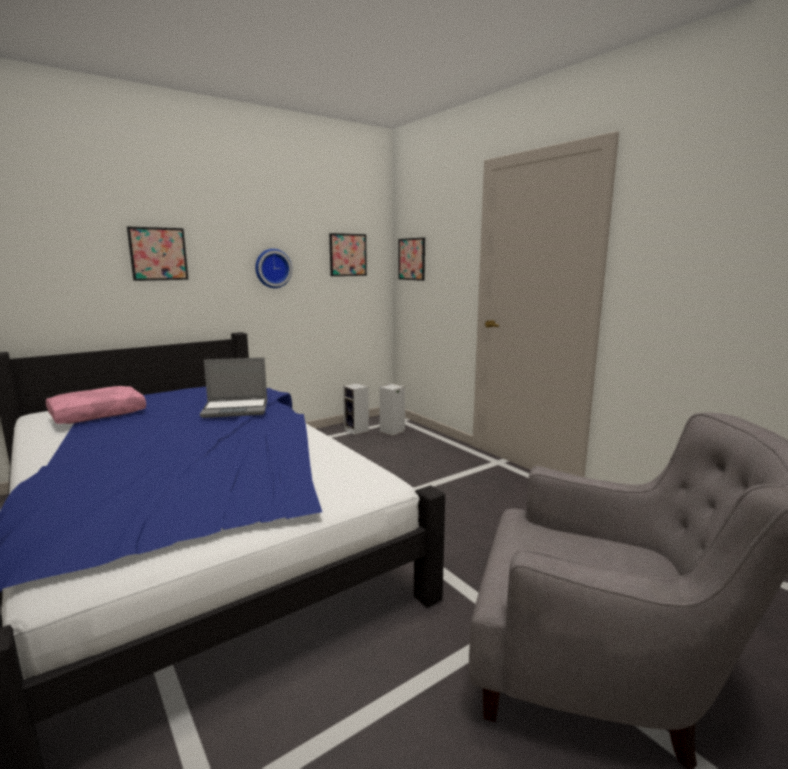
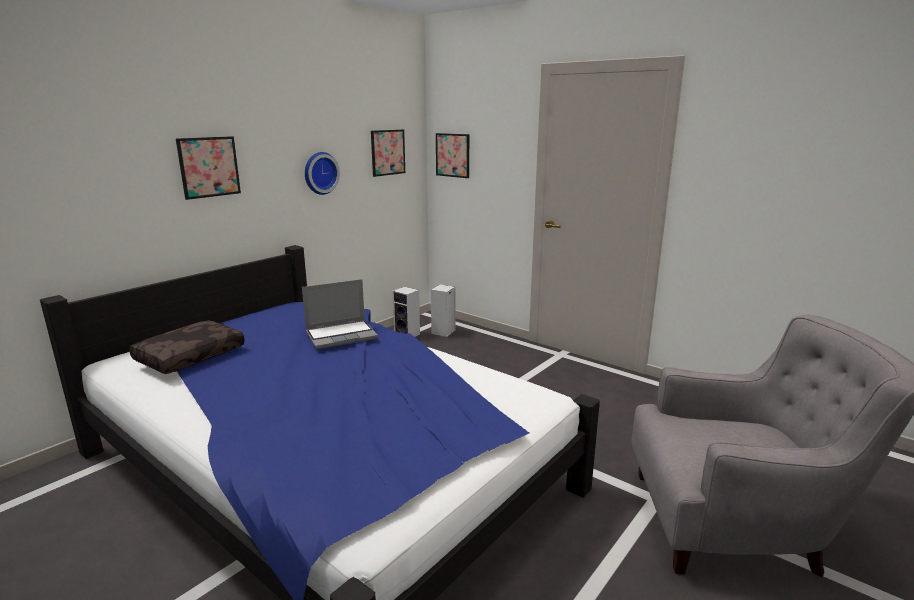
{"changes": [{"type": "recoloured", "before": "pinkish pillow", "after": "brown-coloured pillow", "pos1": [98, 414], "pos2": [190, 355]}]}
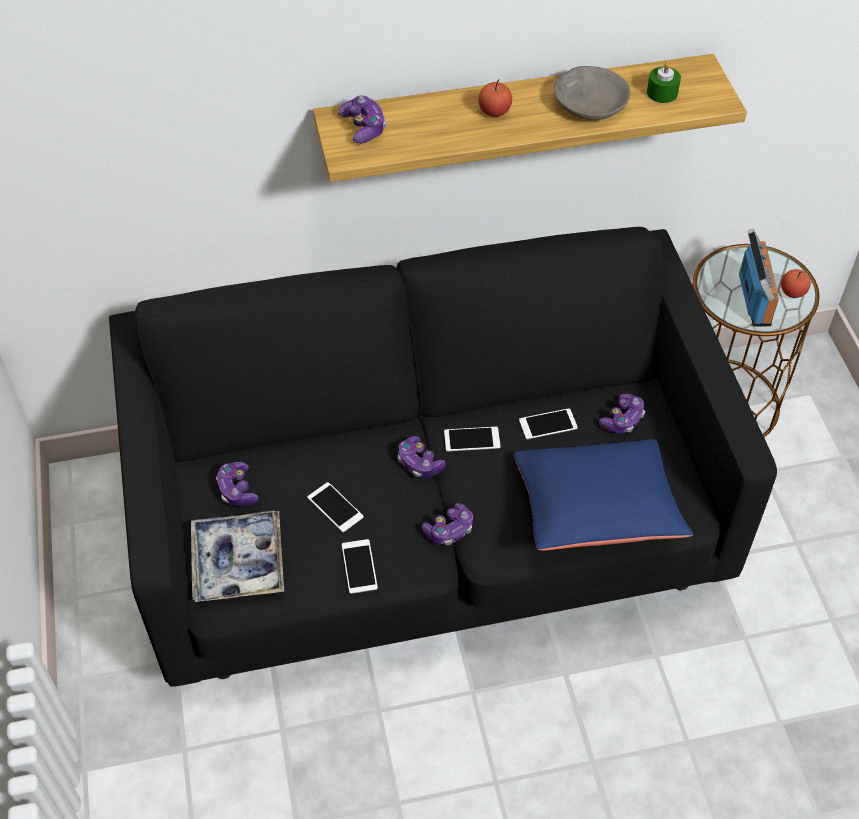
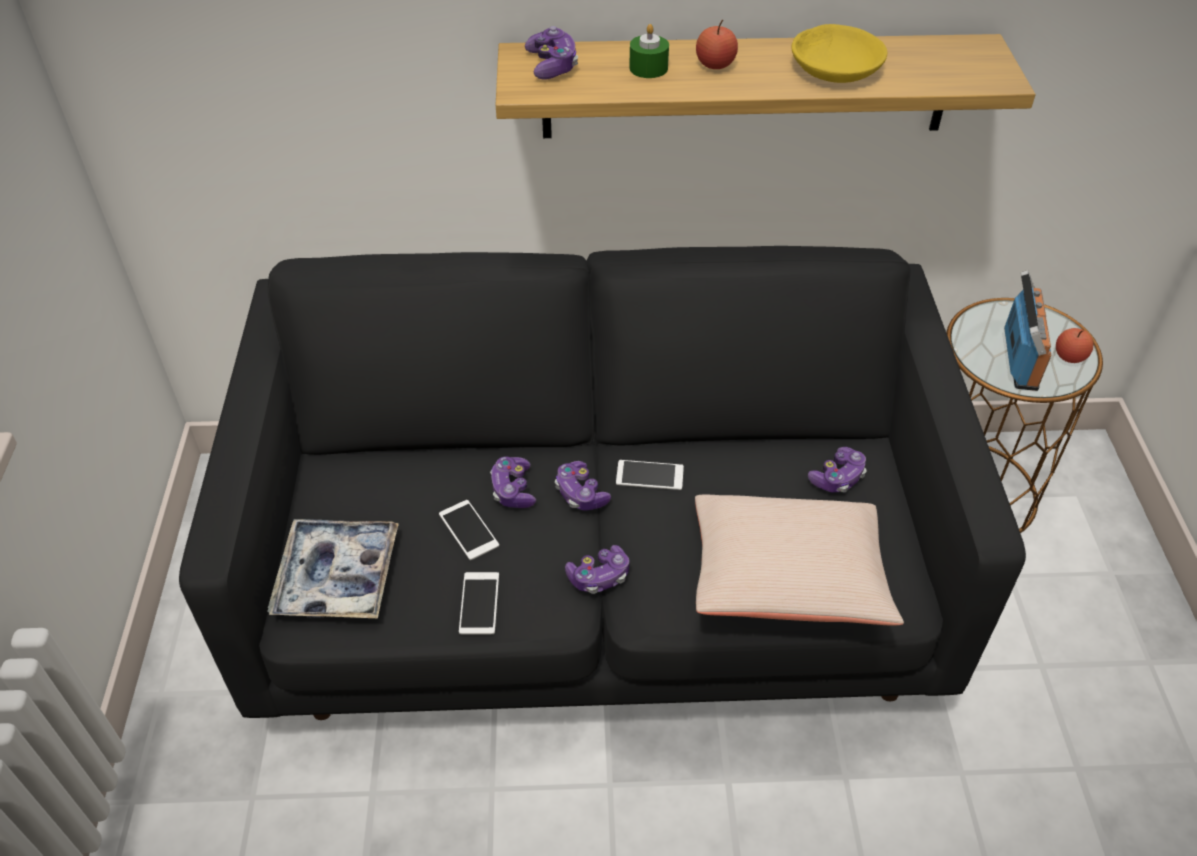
{"changes": [{"type": "moved", "before": "game controller", "pos1": [237, 490], "pos2": [513, 490]}, {"type": "moved", "before": "green-coloured wax light", "pos1": [662, 93], "pos2": [648, 68]}, {"type": "recoloured", "before": "blue-coloured pillow", "after": "beige pillow", "pos1": [596, 509], "pos2": [786, 578]}, {"type": "recoloured", "before": "grey serving bowl", "after": "yellow-coloured serving bowl", "pos1": [589, 103], "pos2": [835, 67]}, {"type": "removed", "before": "telephone", "pos1": [548, 424]}]}
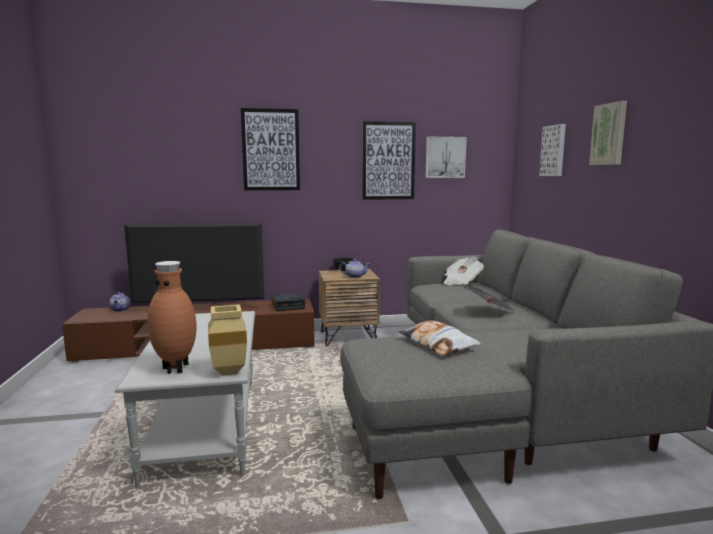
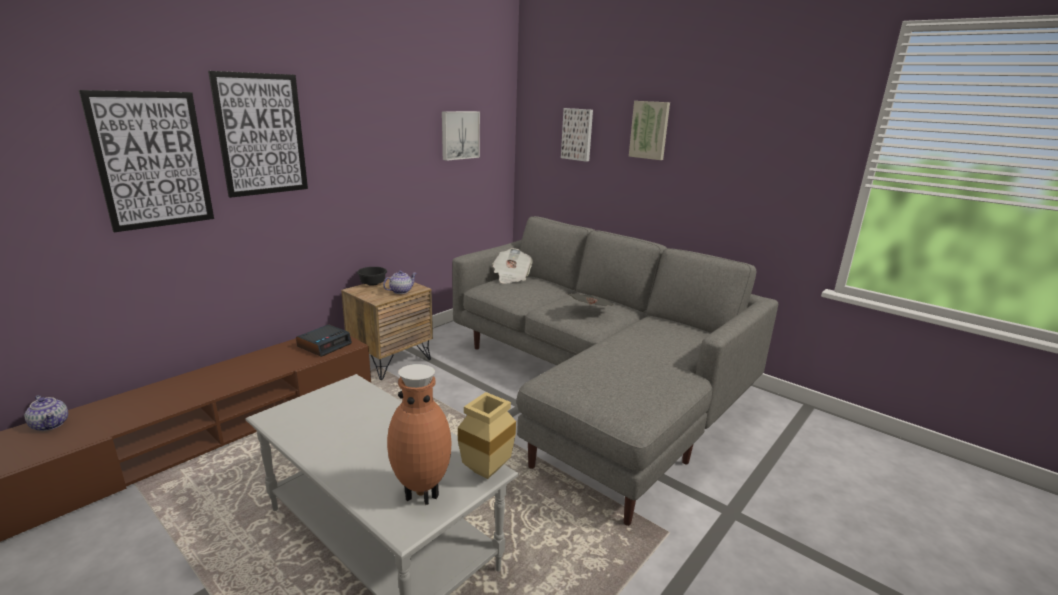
{"changes": [{"type": "moved", "before": "wall art", "pos1": [388, 161], "pos2": [152, 160]}, {"type": "removed", "before": "television", "pos1": [199, 310]}, {"type": "removed", "before": "pillow", "pos1": [438, 344]}]}
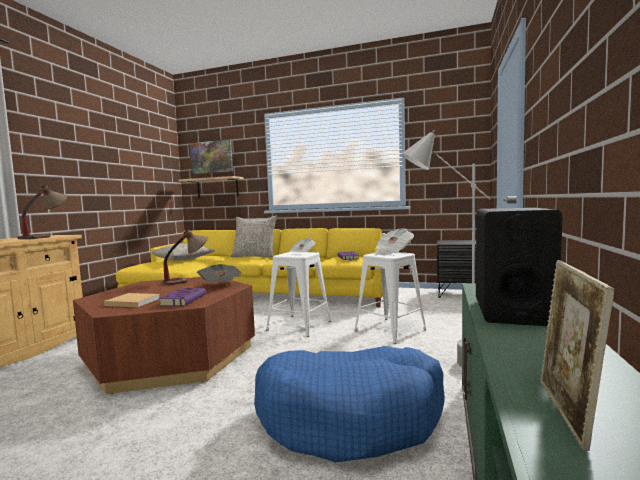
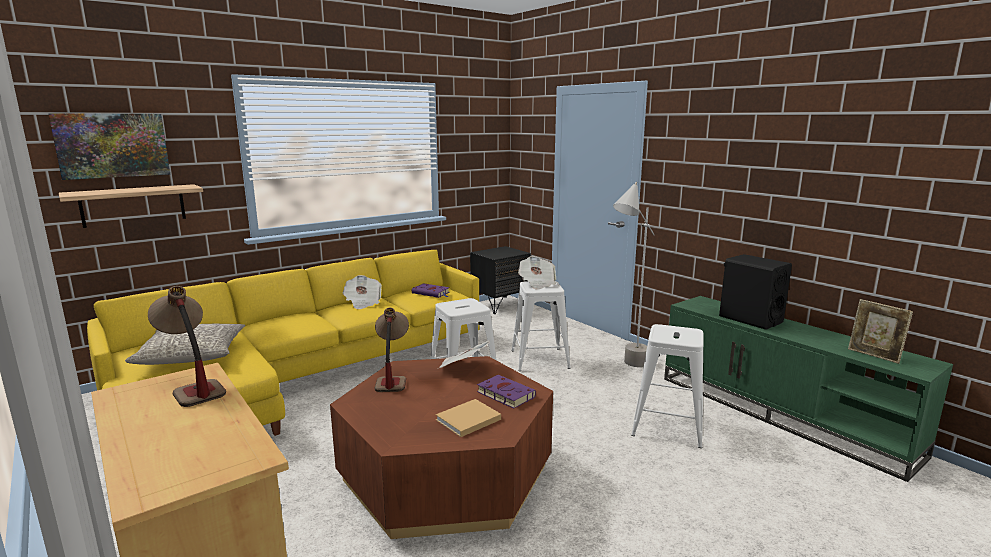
{"changes": [{"type": "replaced", "before": "blue-coloured pet bed", "after": "white-coloured stool", "pos1": [351, 416], "pos2": [667, 425]}, {"type": "removed", "before": "grey pillow", "pos1": [255, 256]}]}
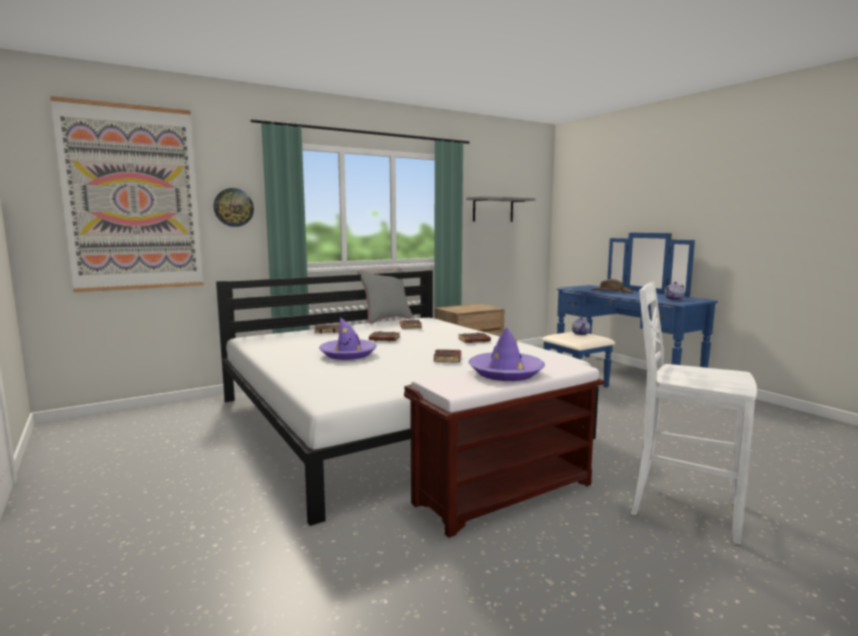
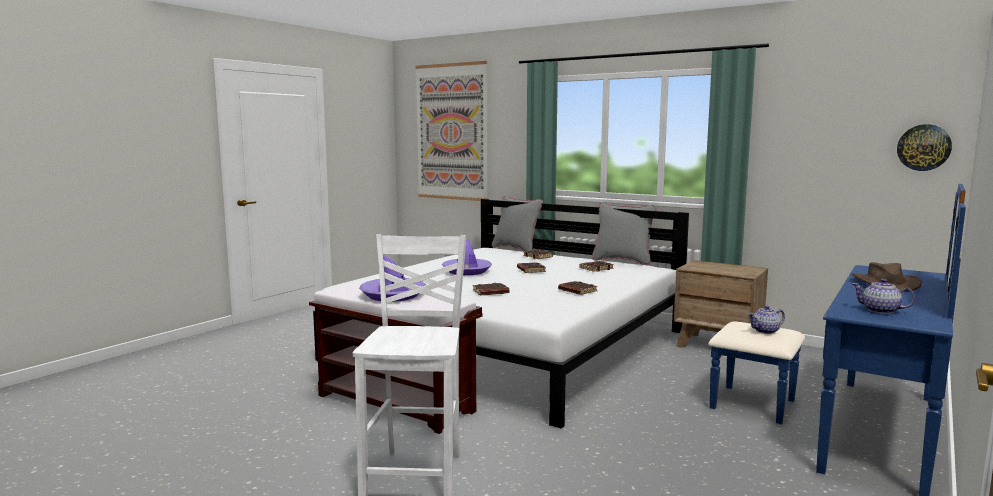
{"changes": [{"type": "added", "after": "grey pillow", "pos2": [516, 249]}, {"type": "moved", "before": "hanging clock", "pos1": [233, 207], "pos2": [923, 147]}, {"type": "removed", "before": "grey bracket shelf", "pos1": [493, 210]}]}
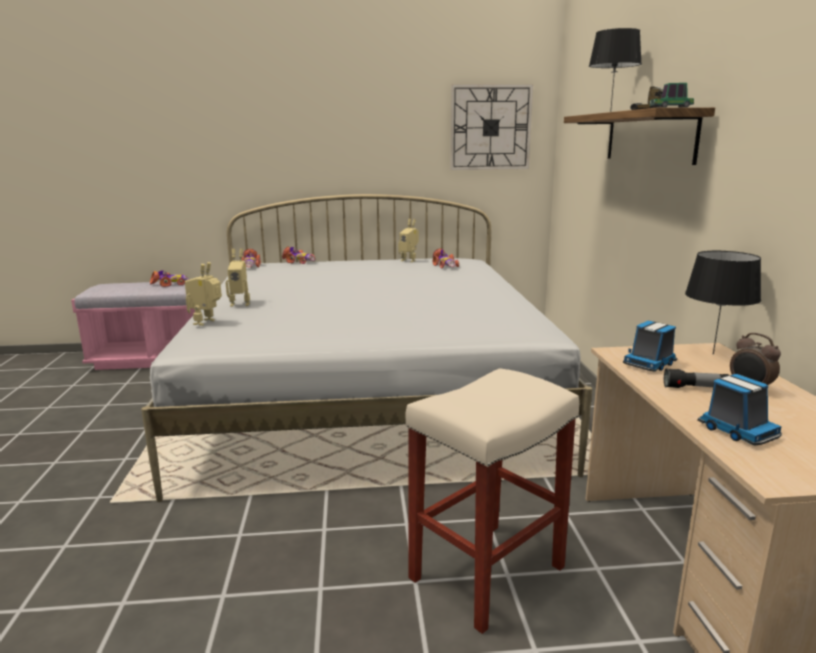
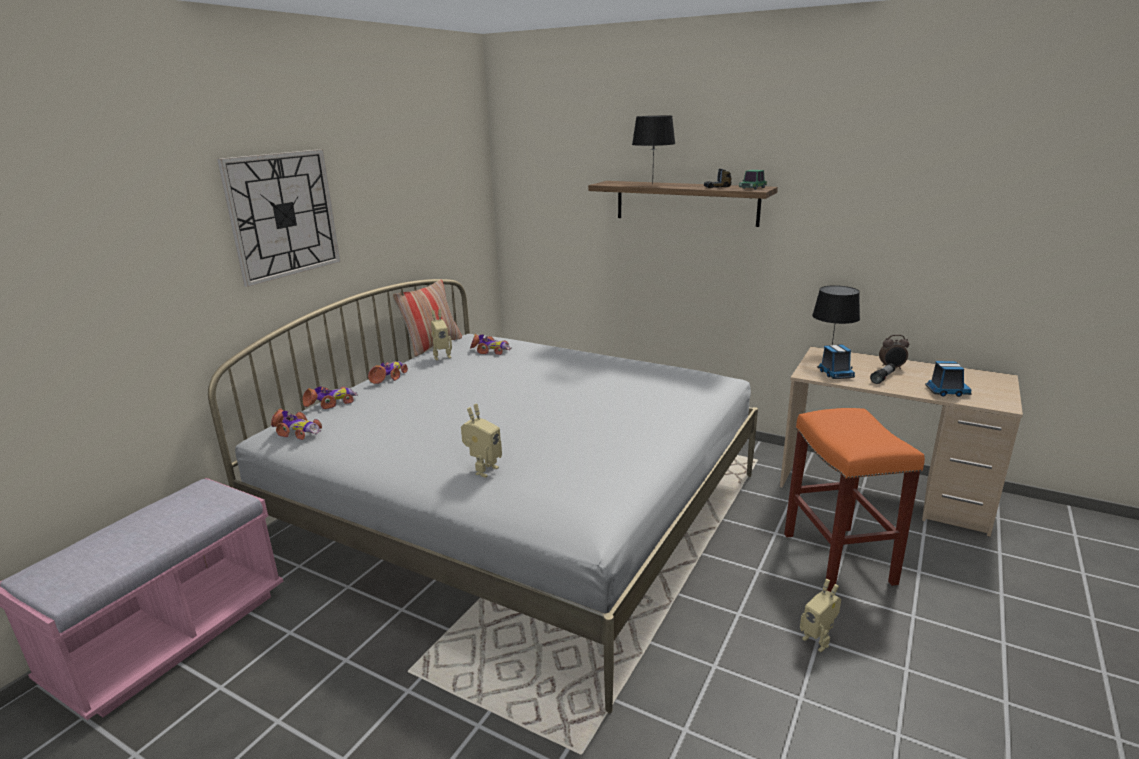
{"changes": [{"type": "moved", "before": "hanging clock", "pos1": [490, 127], "pos2": [283, 215]}, {"type": "moved", "before": "model car", "pos1": [170, 284], "pos2": [389, 376]}, {"type": "added", "after": "pillow", "pos2": [432, 345]}, {"type": "recoloured", "before": "beige stool", "after": "orangey stool", "pos1": [487, 571], "pos2": [836, 557]}, {"type": "moved", "before": "robot figure", "pos1": [207, 322], "pos2": [818, 640]}]}
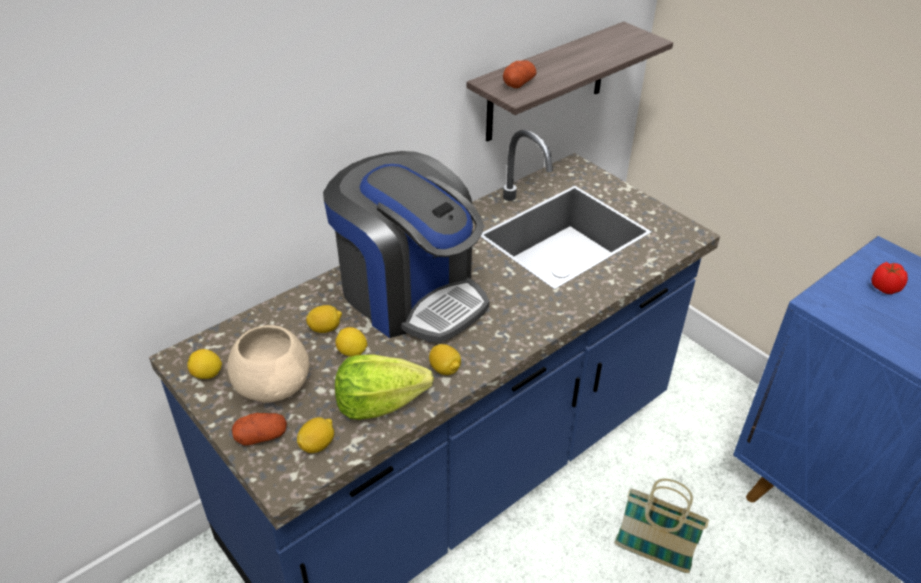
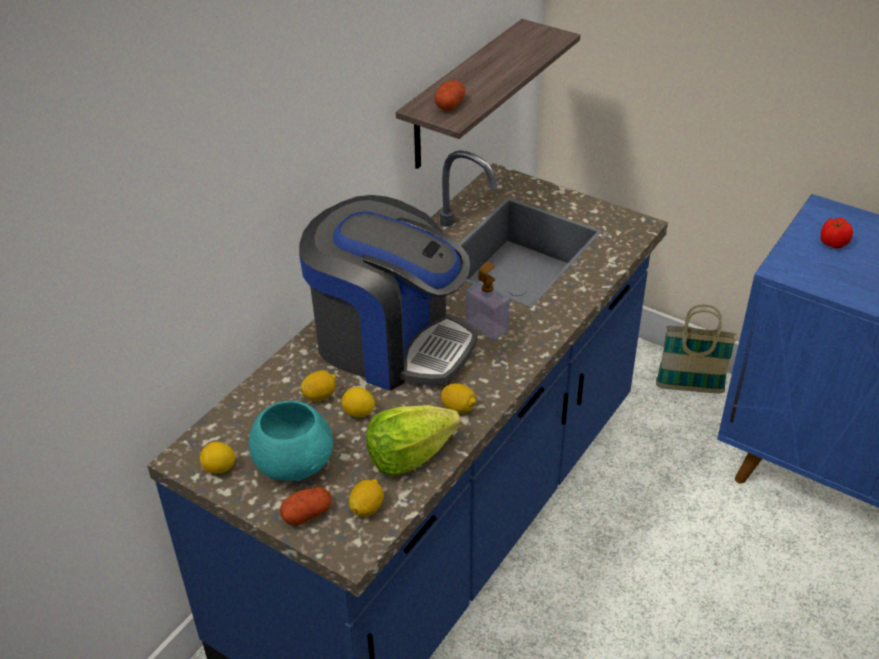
{"changes": [{"type": "recoloured", "before": "beige serving bowl", "after": "blue-green serving bowl", "pos1": [273, 384], "pos2": [293, 462]}, {"type": "added", "after": "soap dispenser", "pos2": [486, 326]}, {"type": "moved", "before": "household basket", "pos1": [652, 556], "pos2": [689, 388]}]}
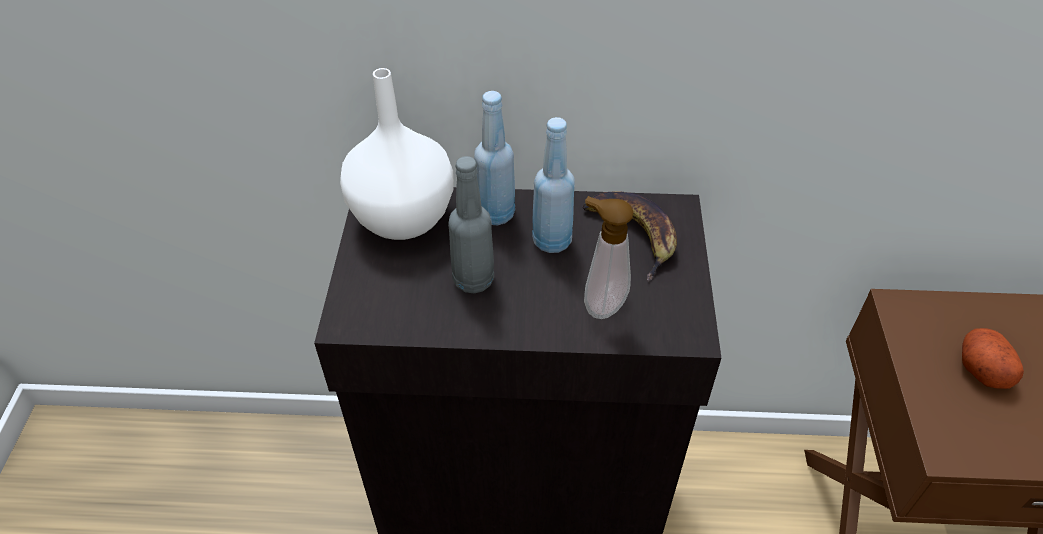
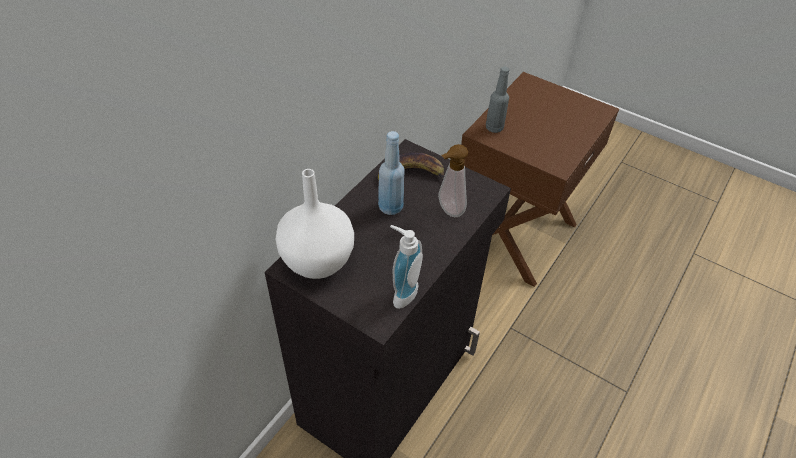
{"changes": [{"type": "added", "after": "soap dispenser", "pos2": [401, 292]}, {"type": "moved", "before": "grey drink bottle", "pos1": [473, 280], "pos2": [494, 128]}, {"type": "removed", "before": "blue-coloured drink bottle", "pos1": [495, 214]}, {"type": "removed", "before": "potato", "pos1": [981, 368]}]}
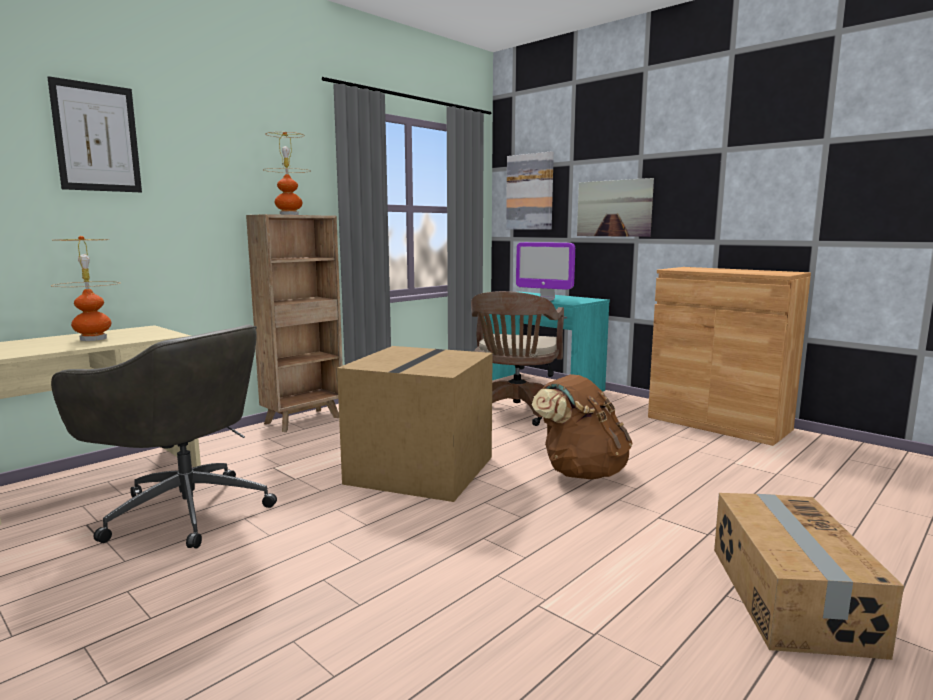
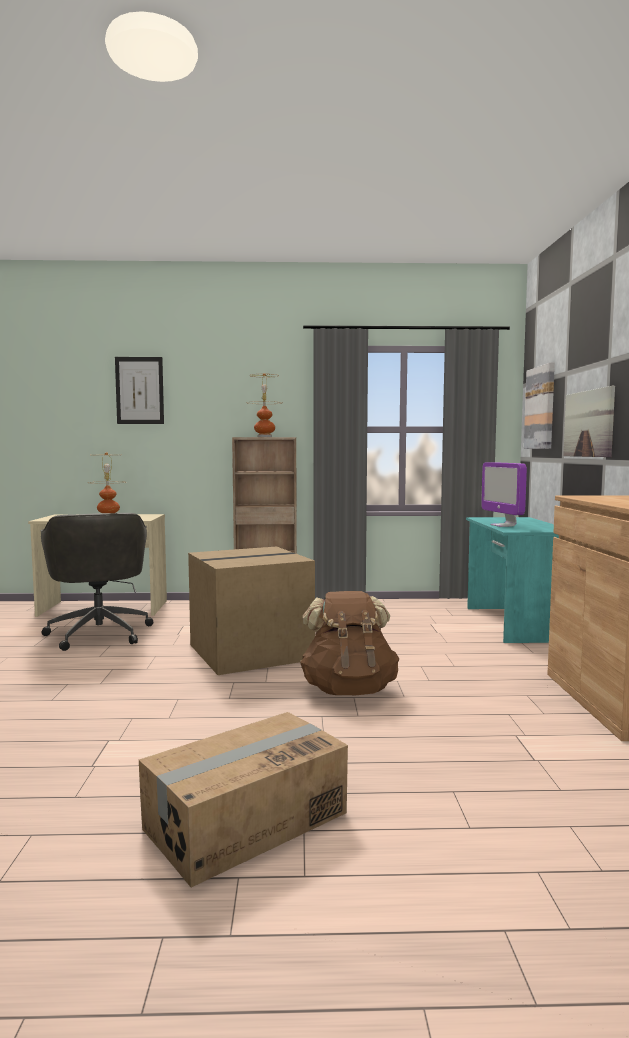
{"changes": [{"type": "removed", "before": "brown-coloured desk chair", "pos1": [515, 411]}]}
